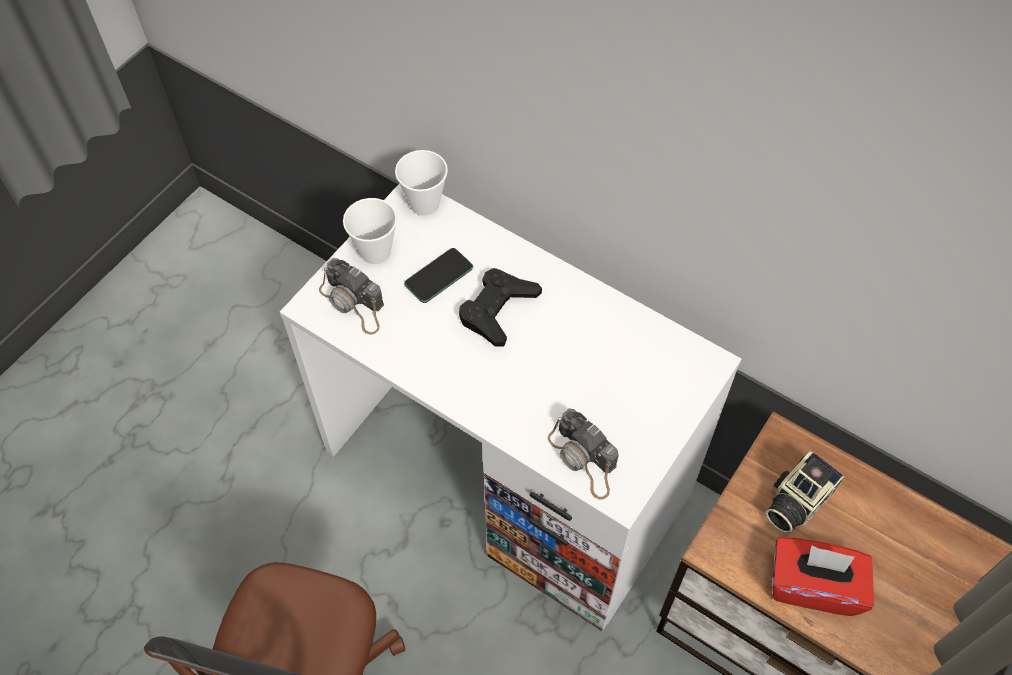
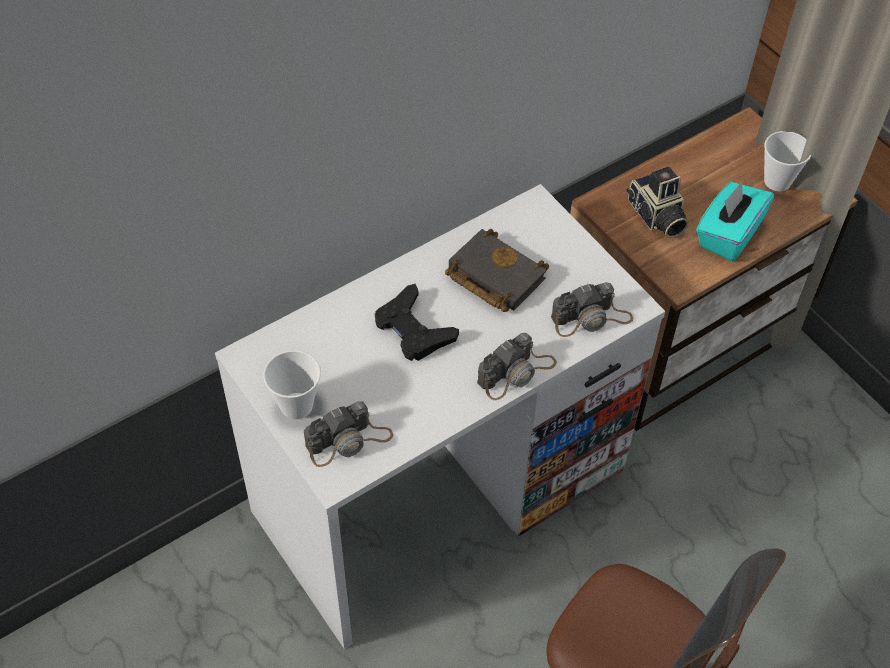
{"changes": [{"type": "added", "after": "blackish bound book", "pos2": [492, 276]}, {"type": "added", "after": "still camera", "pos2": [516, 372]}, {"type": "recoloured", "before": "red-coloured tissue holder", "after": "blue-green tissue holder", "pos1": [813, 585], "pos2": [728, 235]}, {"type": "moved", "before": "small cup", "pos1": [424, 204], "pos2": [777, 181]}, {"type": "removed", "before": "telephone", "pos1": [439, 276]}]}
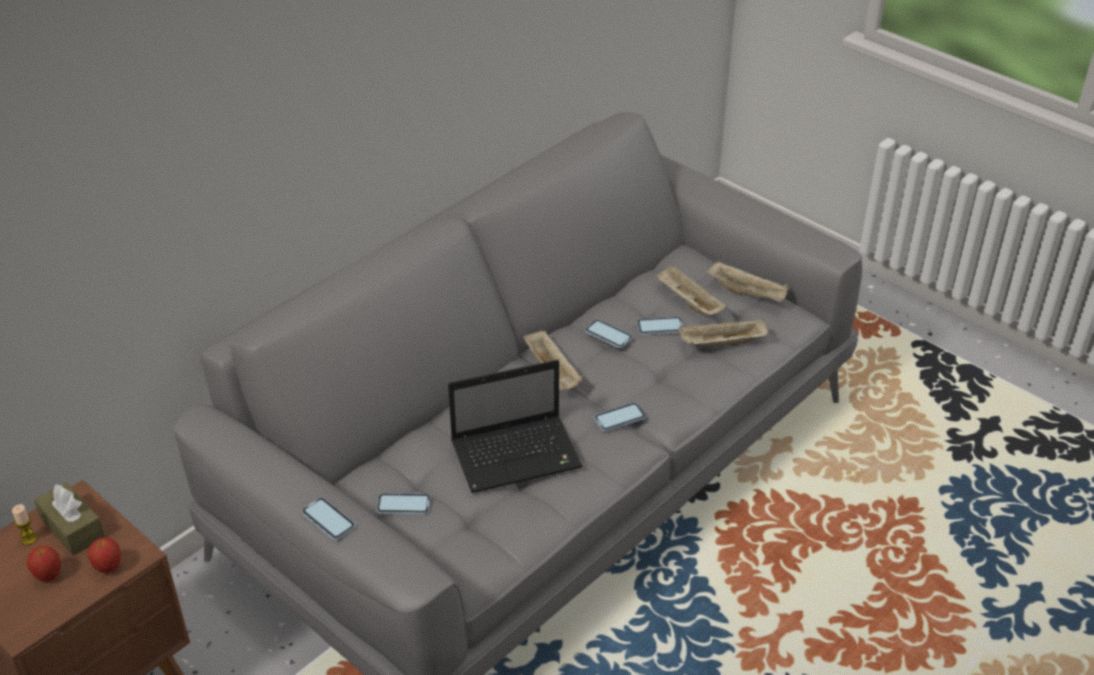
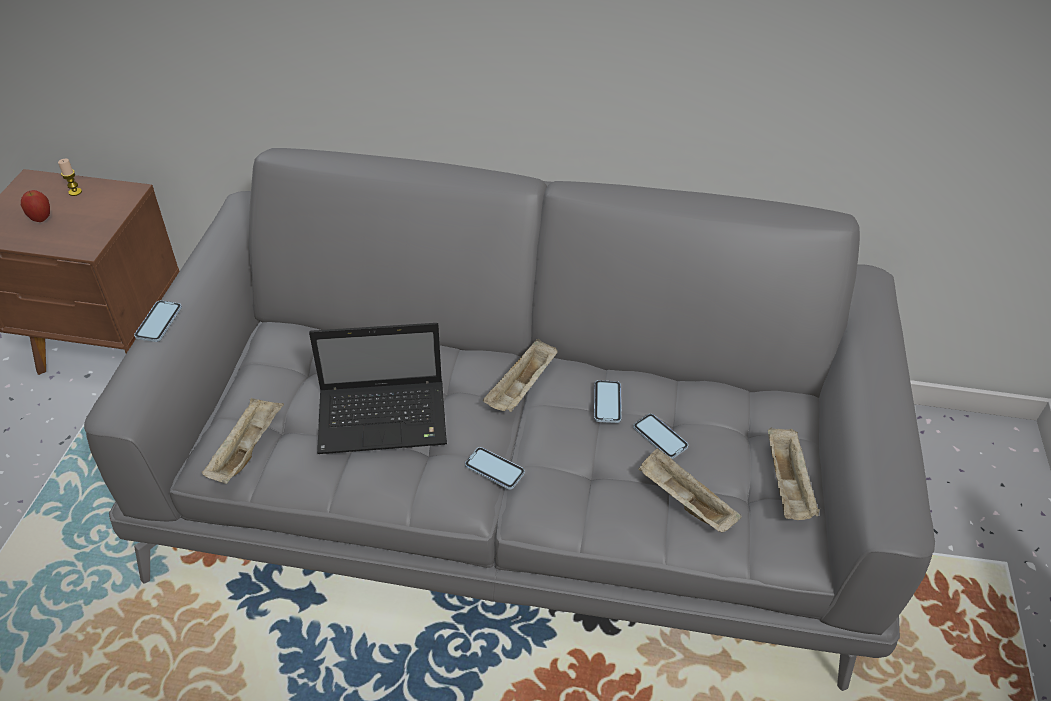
{"changes": [{"type": "moved", "before": "beige serving tray", "pos1": [688, 302], "pos2": [247, 449]}, {"type": "turned", "before": "laptop", "pos1": [518, 454], "pos2": [385, 418], "turn": -45}, {"type": "removed", "before": "brown-coloured tissue holder", "pos1": [72, 528]}, {"type": "removed", "before": "whole apple", "pos1": [109, 568]}, {"type": "removed", "before": "telephone", "pos1": [403, 505]}]}
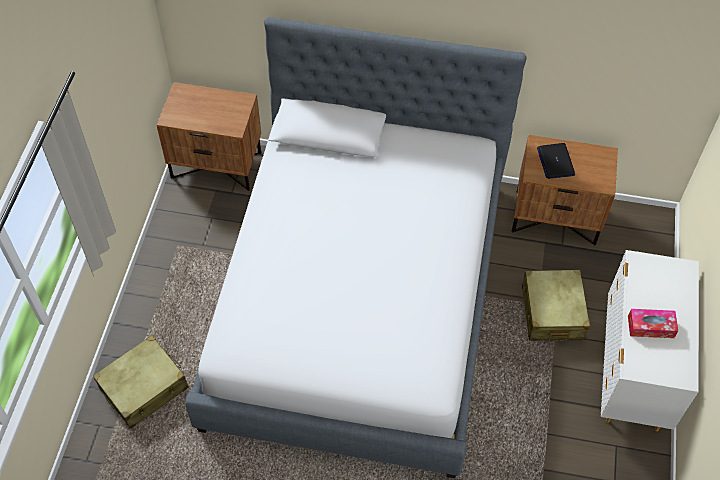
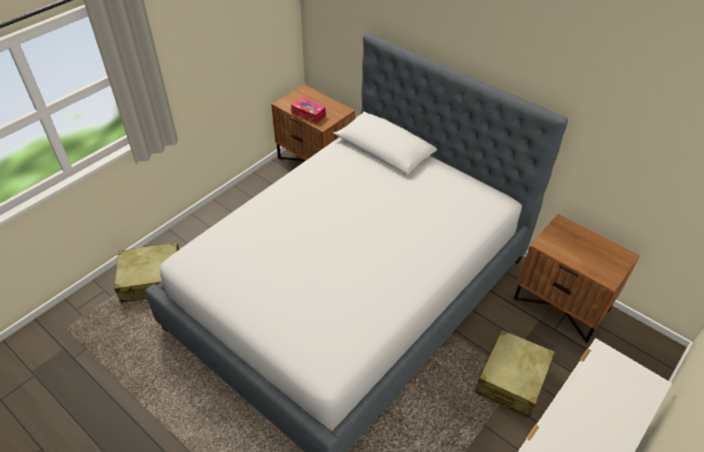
{"changes": [{"type": "moved", "before": "tissue holder", "pos1": [650, 327], "pos2": [308, 114]}, {"type": "removed", "before": "laptop", "pos1": [555, 161]}]}
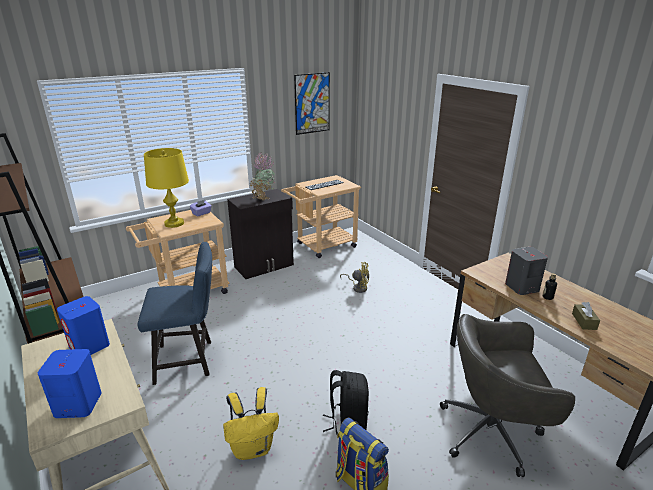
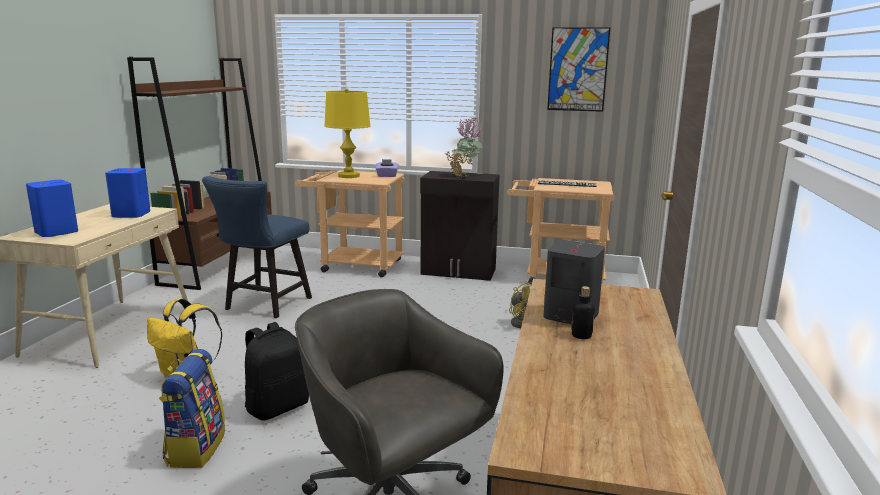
{"changes": [{"type": "turned", "before": "blue-coloured upright chair", "pos1": [189, 360], "pos2": [264, 305], "turn": 75}, {"type": "removed", "before": "brown-coloured tissue holder", "pos1": [584, 321]}]}
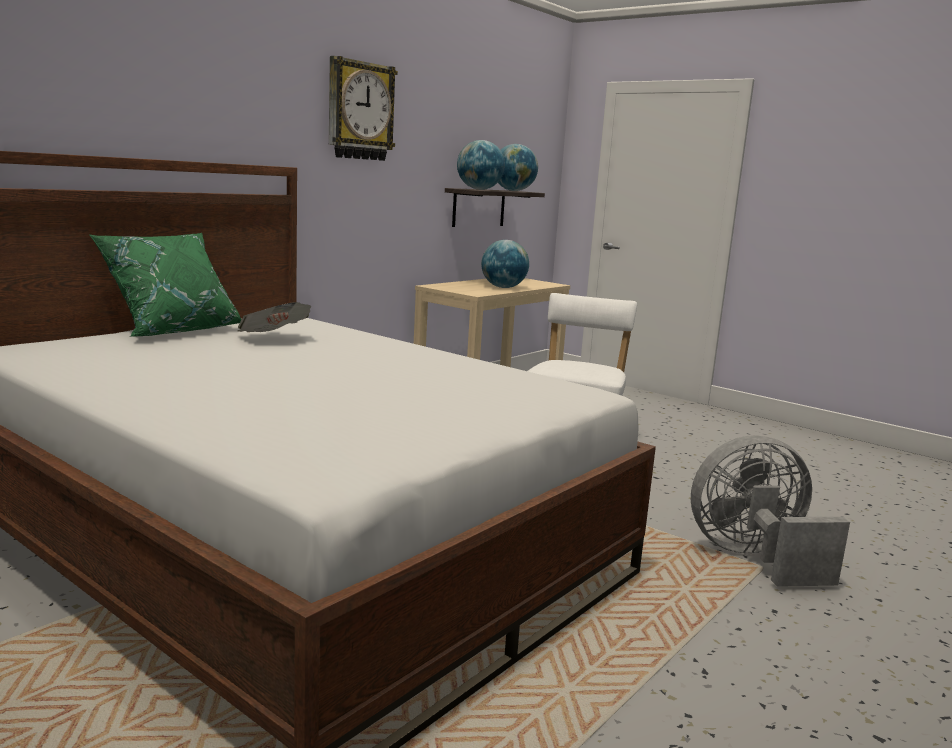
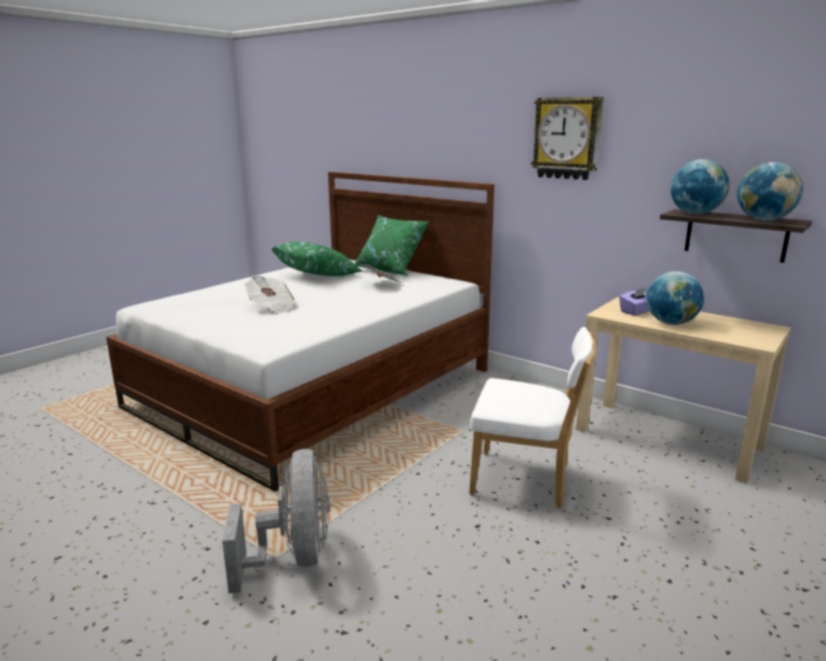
{"changes": [{"type": "added", "after": "newspaper", "pos2": [272, 307]}, {"type": "added", "after": "green-coloured pillow", "pos2": [318, 275]}, {"type": "added", "after": "purple tissue holder", "pos2": [635, 311]}]}
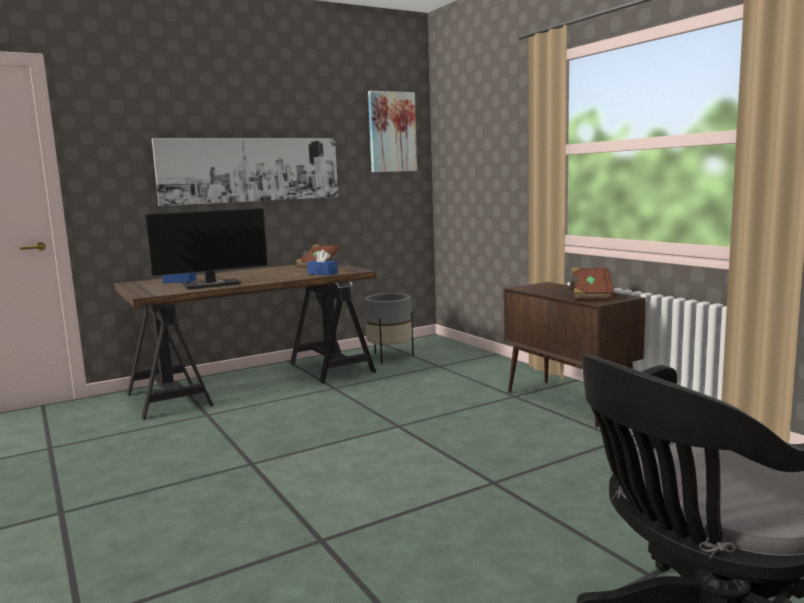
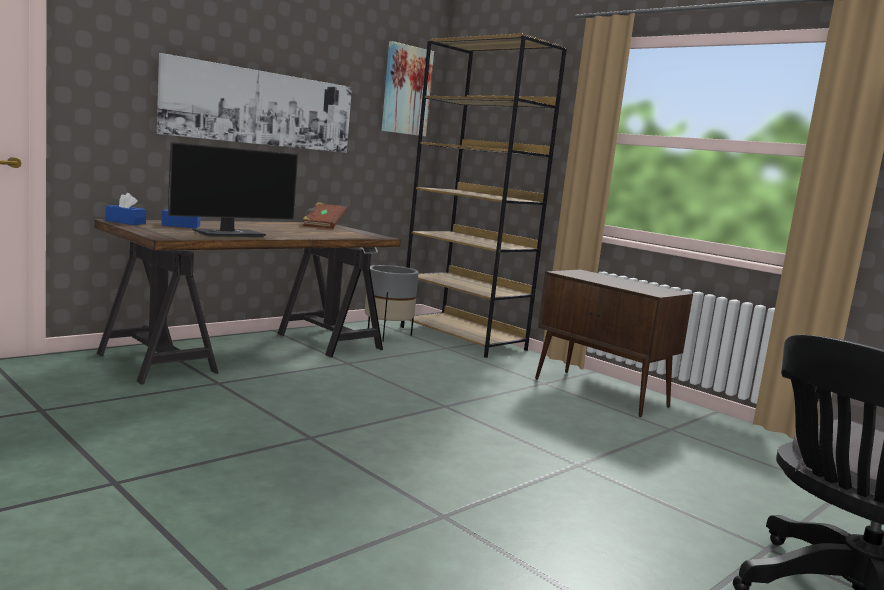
{"changes": [{"type": "moved", "before": "blue-coloured tissue holder", "pos1": [322, 273], "pos2": [125, 222]}, {"type": "added", "after": "brown-coloured bookshelf", "pos2": [463, 338]}, {"type": "removed", "before": "brown-coloured bound book", "pos1": [590, 295]}]}
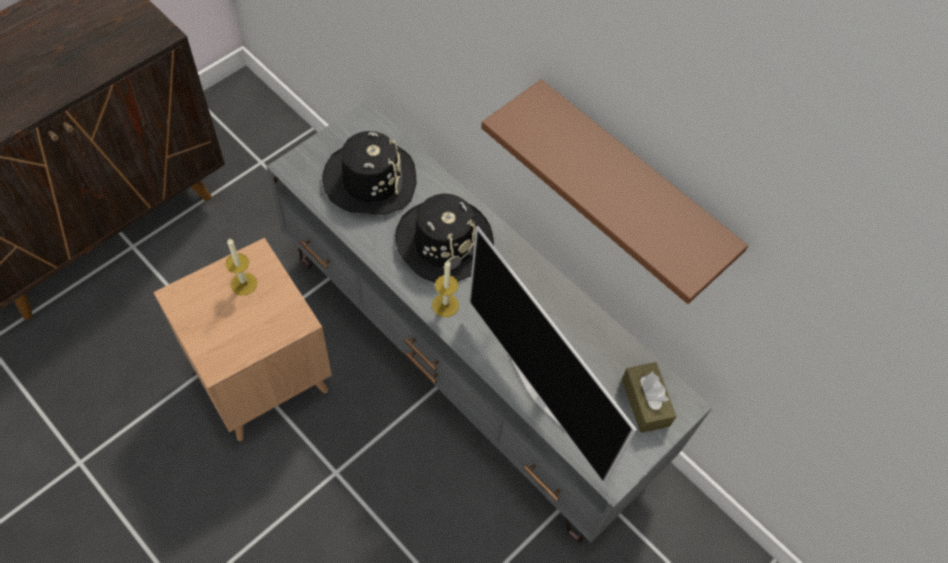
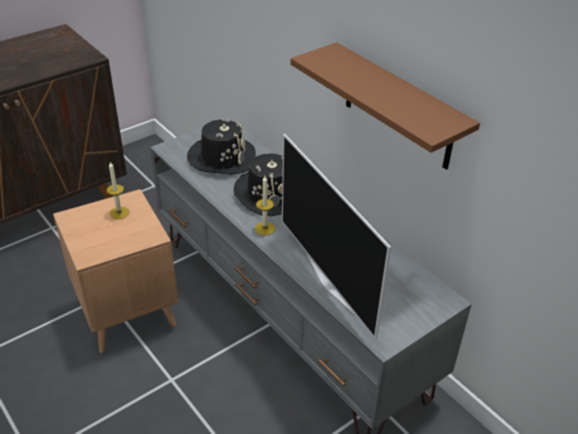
{"changes": [{"type": "removed", "before": "brown-coloured tissue holder", "pos1": [645, 402]}]}
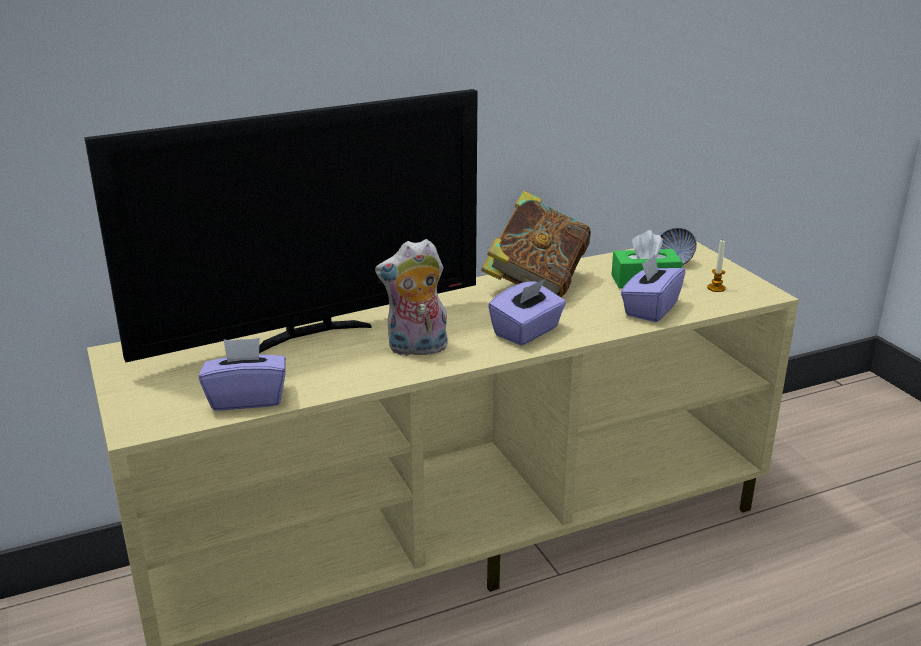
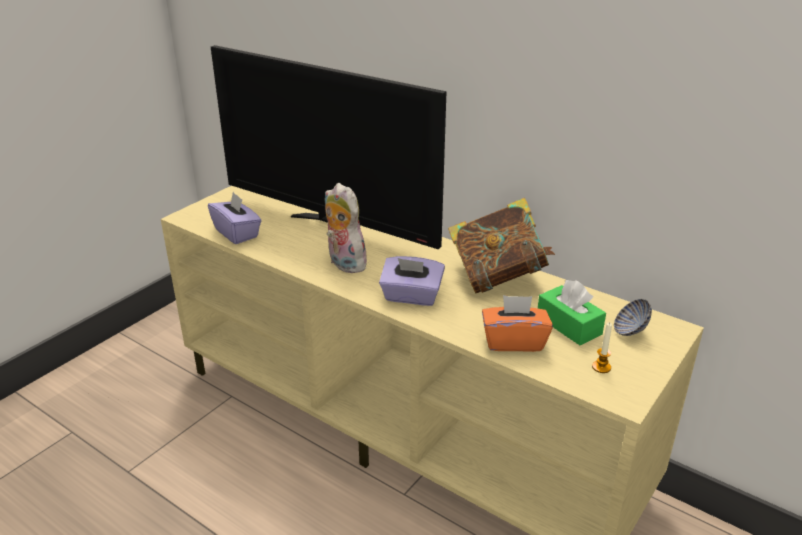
{"changes": [{"type": "recoloured", "before": "purple tissue holder", "after": "orangey tissue holder", "pos1": [650, 309], "pos2": [514, 341]}]}
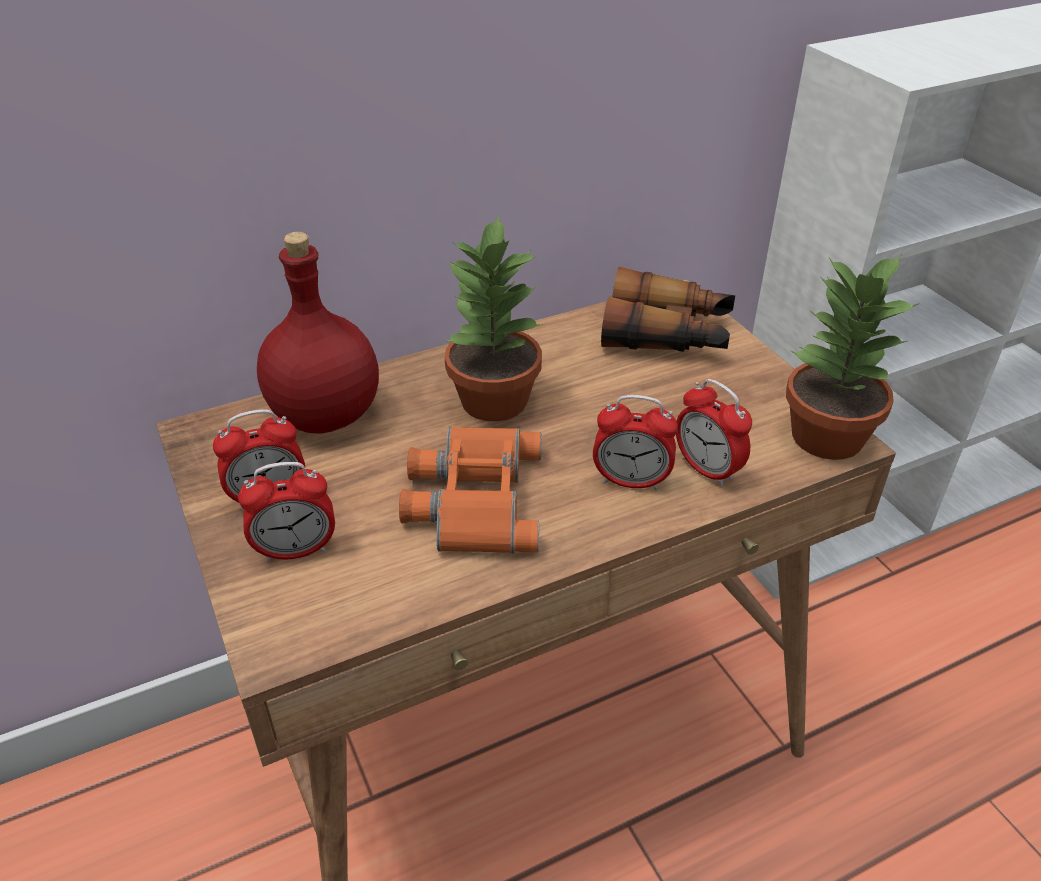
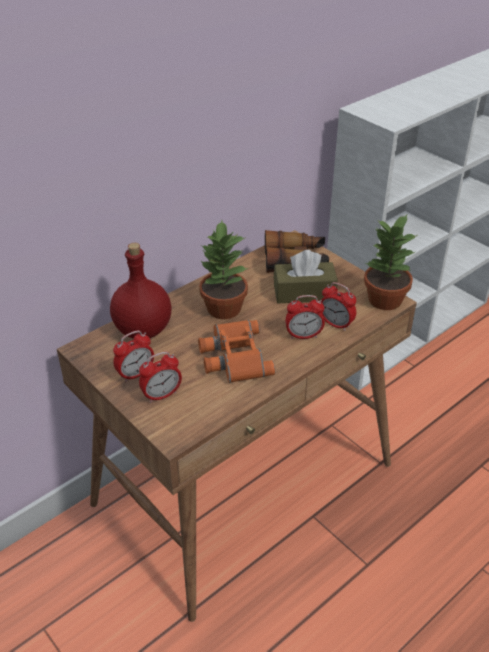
{"changes": [{"type": "added", "after": "brown-coloured tissue holder", "pos2": [304, 293]}]}
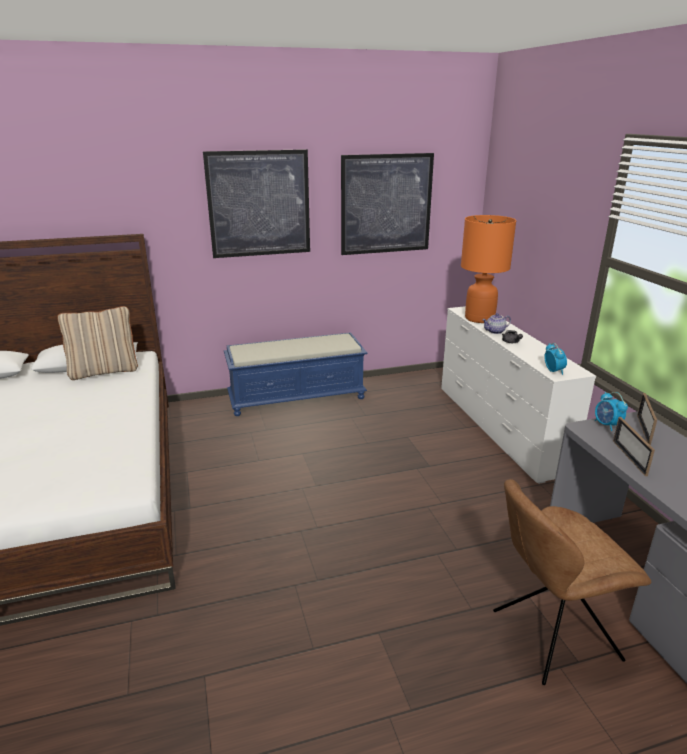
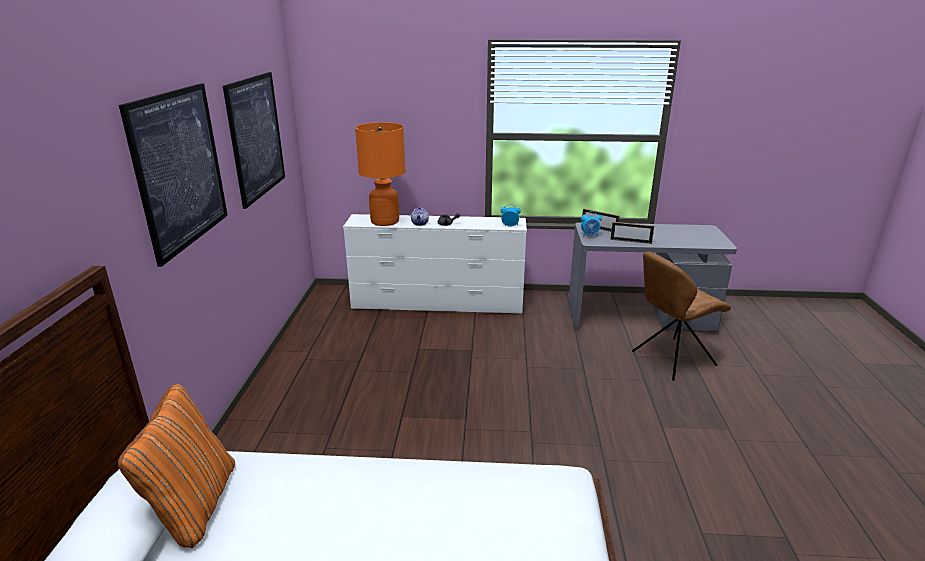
{"changes": [{"type": "recoloured", "before": "beige pillow", "after": "orangey pillow", "pos1": [104, 371], "pos2": [194, 505]}, {"type": "turned", "before": "brown-coloured upright chair", "pos1": [551, 636], "pos2": [671, 359], "turn": 60}, {"type": "removed", "before": "blue-coloured long seat", "pos1": [297, 397]}]}
